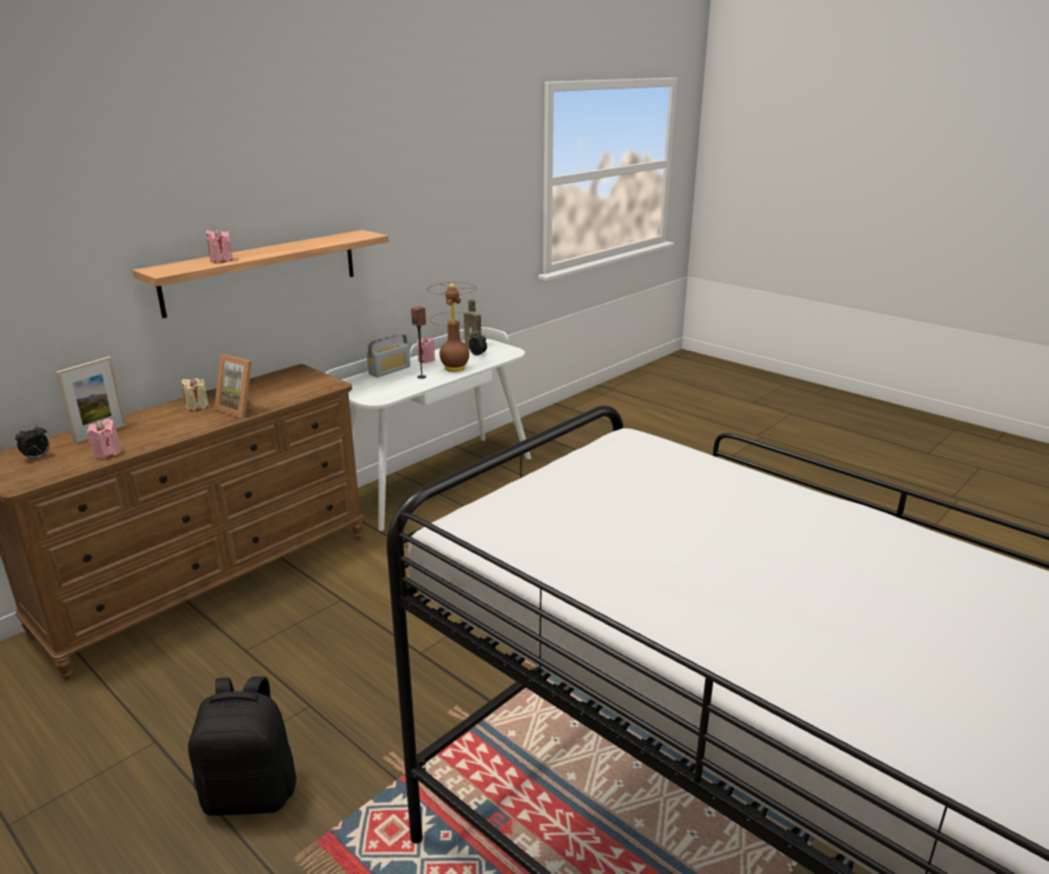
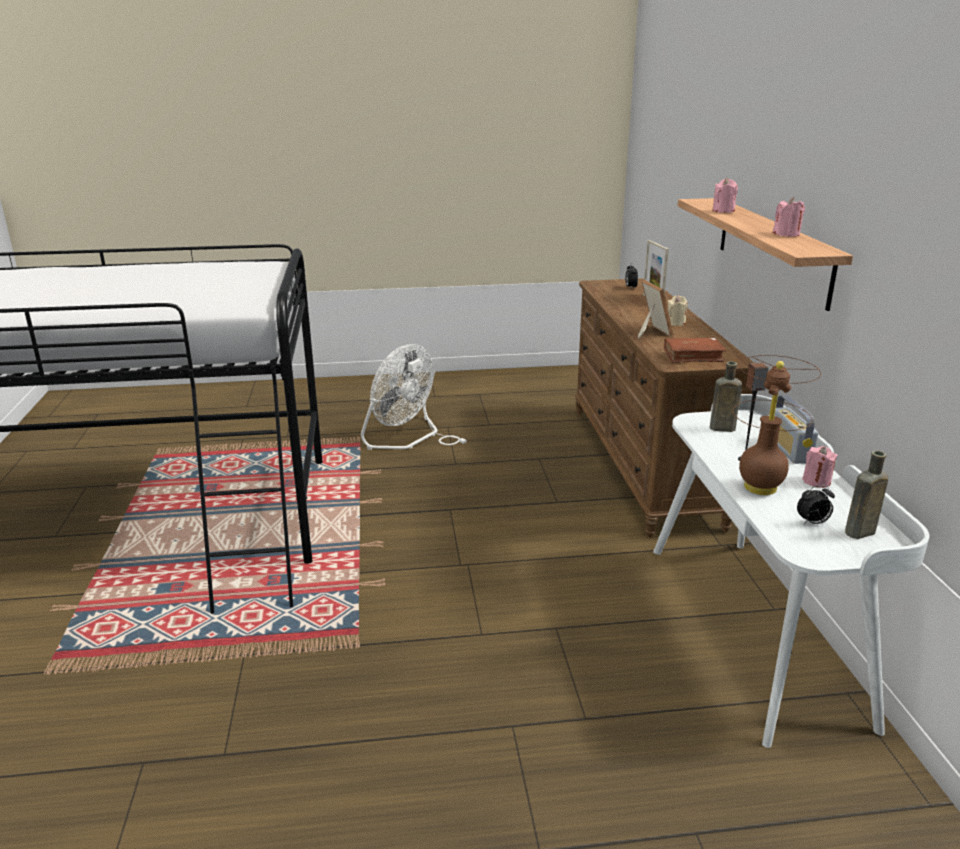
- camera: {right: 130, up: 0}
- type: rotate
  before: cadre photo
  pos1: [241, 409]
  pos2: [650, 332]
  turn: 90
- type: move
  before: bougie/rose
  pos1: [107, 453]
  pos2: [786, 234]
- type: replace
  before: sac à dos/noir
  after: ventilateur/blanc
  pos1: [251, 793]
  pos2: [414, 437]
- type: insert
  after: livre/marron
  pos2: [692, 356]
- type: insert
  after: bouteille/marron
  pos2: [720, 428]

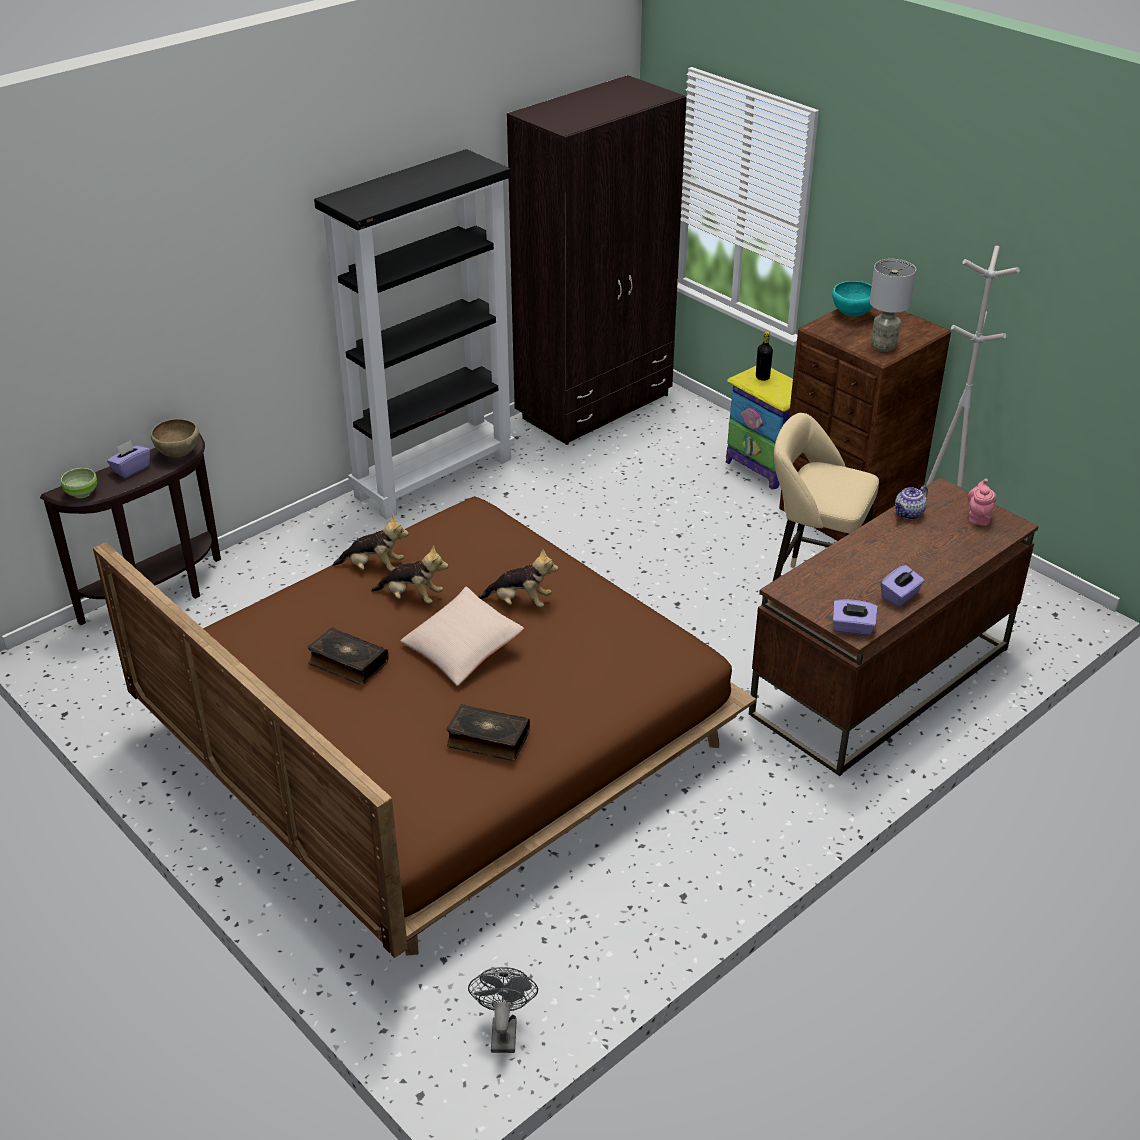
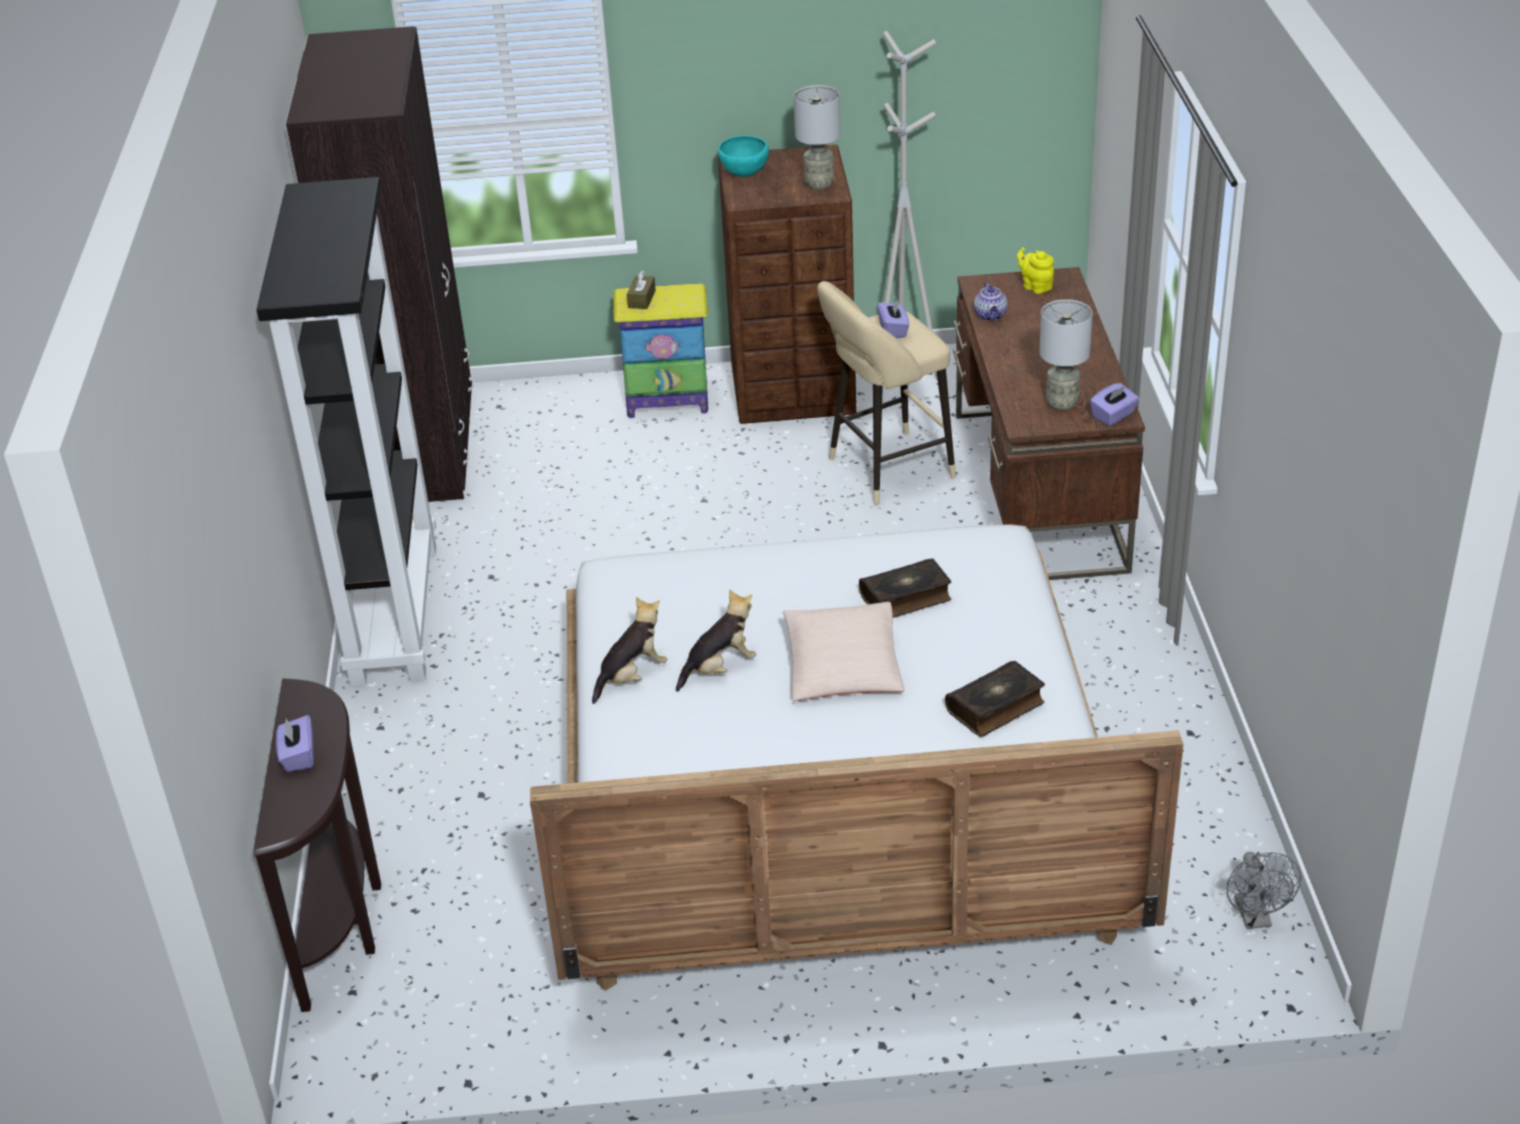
- camera: {right: -50, up: 0}
- type: replace
  before: bouteille/noir
  after: boîte à mouchoirs/marron
  pos1: [762, 377]
  pos2: [641, 299]
- type: delete
  before: bol/marron
  pos1: [178, 454]
- type: delete
  before: bol/vert
  pos1: [81, 493]
- type: recolor
  before: théière/rose
  after: théière/jaune
  pos1: [978, 517]
  pos2: [1035, 286]
- type: recolor
  before: lit/marron
  after: lit/blanc
  pos1: [444, 736]
  pos2: [831, 789]
- type: delete
  before: peluche
  pos1: [519, 602]
- type: move
  before: boîte à mouchoirs/violet
  pos1: [900, 596]
  pos2: [893, 330]
- type: move
  before: livre
  pos1: [347, 663]
  pos2: [906, 598]
- type: rotate
  before: ventilateur/gris
  pos1: [503, 1030]
  pos2: [1255, 918]
  turn: -135
- type: insert
  after: lampe de table/gris
  pos2: [1061, 403]

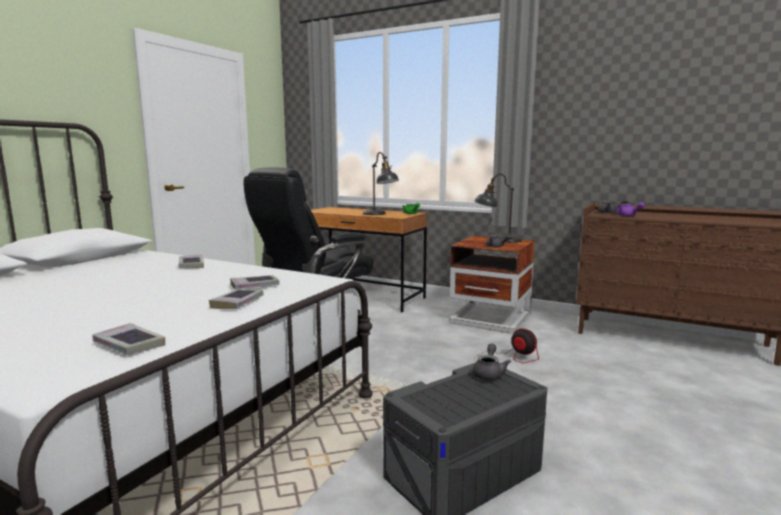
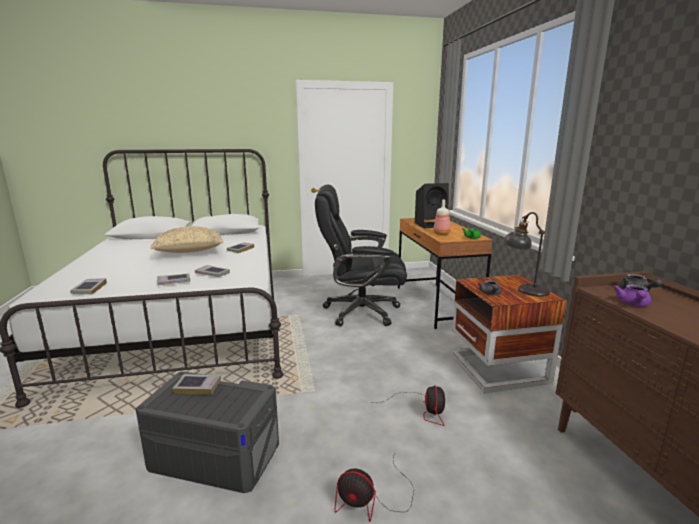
- camera: {right: 50, up: 5}
- type: replace
  before: lampe de table/gris
  after: bouteille
  pos1: [380, 214]
  pos2: [442, 233]
- type: delete
  before: théière/gris
  pos1: [489, 373]
- type: insert
  after: enceinte/noir
  pos2: [431, 225]
- type: insert
  after: coussin/beige
  pos2: [190, 252]
- type: insert
  after: livre
  pos2: [197, 387]
- type: insert
  after: ventilateur
  pos2: [372, 500]

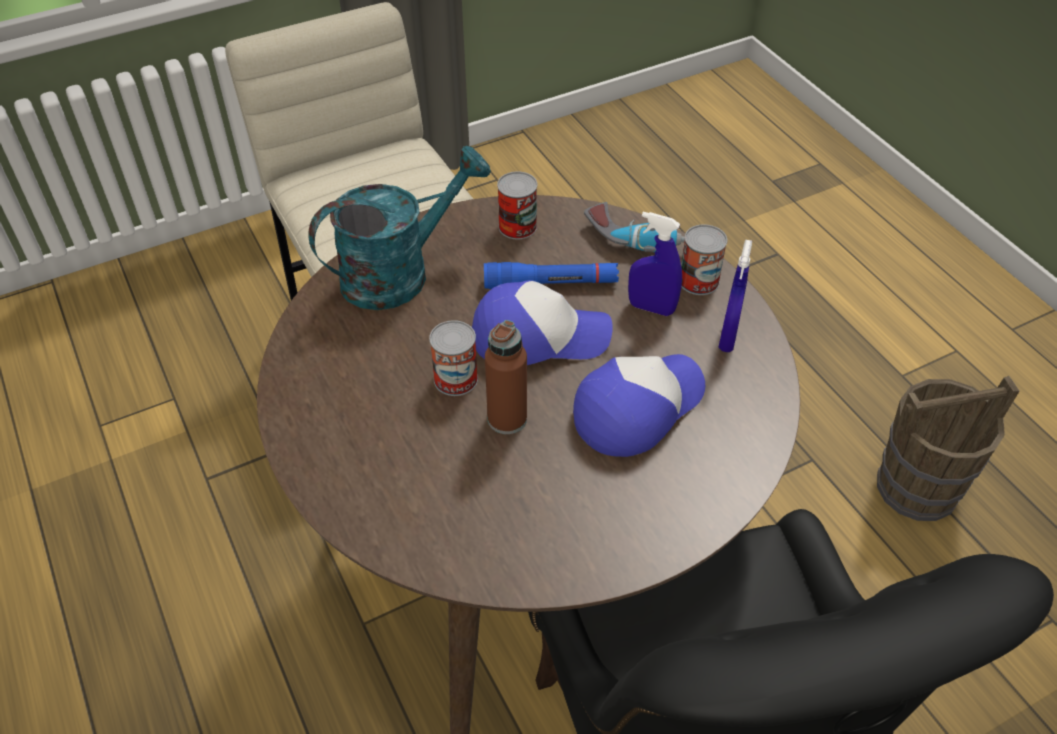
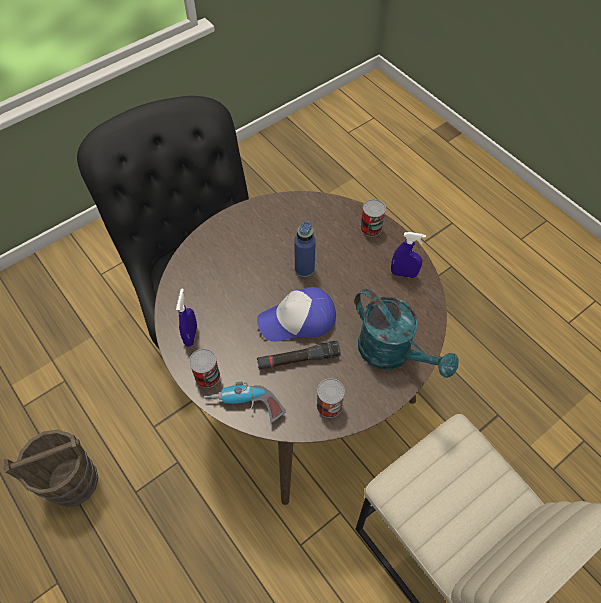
- camera: {right: 170, up: 10}
- type: rotate
  before: arrosoir/turquoise
  pos1: [399, 272]
  pos2: [392, 353]
  turn: -90
- type: move
  before: vaporisateur/bleu
  pos1: [651, 308]
  pos2: [403, 274]
- type: recolor
  before: lampe de poche/bleu
  after: lampe de poche/noir
  pos1: [551, 283]
  pos2: [298, 359]
- type: move
  before: boîte métallique
  pos1: [455, 379]
  pos2: [371, 227]
- type: recolor
  before: bouteille/marron
  after: bouteille/bleu
  pos1: [507, 419]
  pos2: [304, 269]
- type: delete
  before: casquette
  pos1: [637, 407]

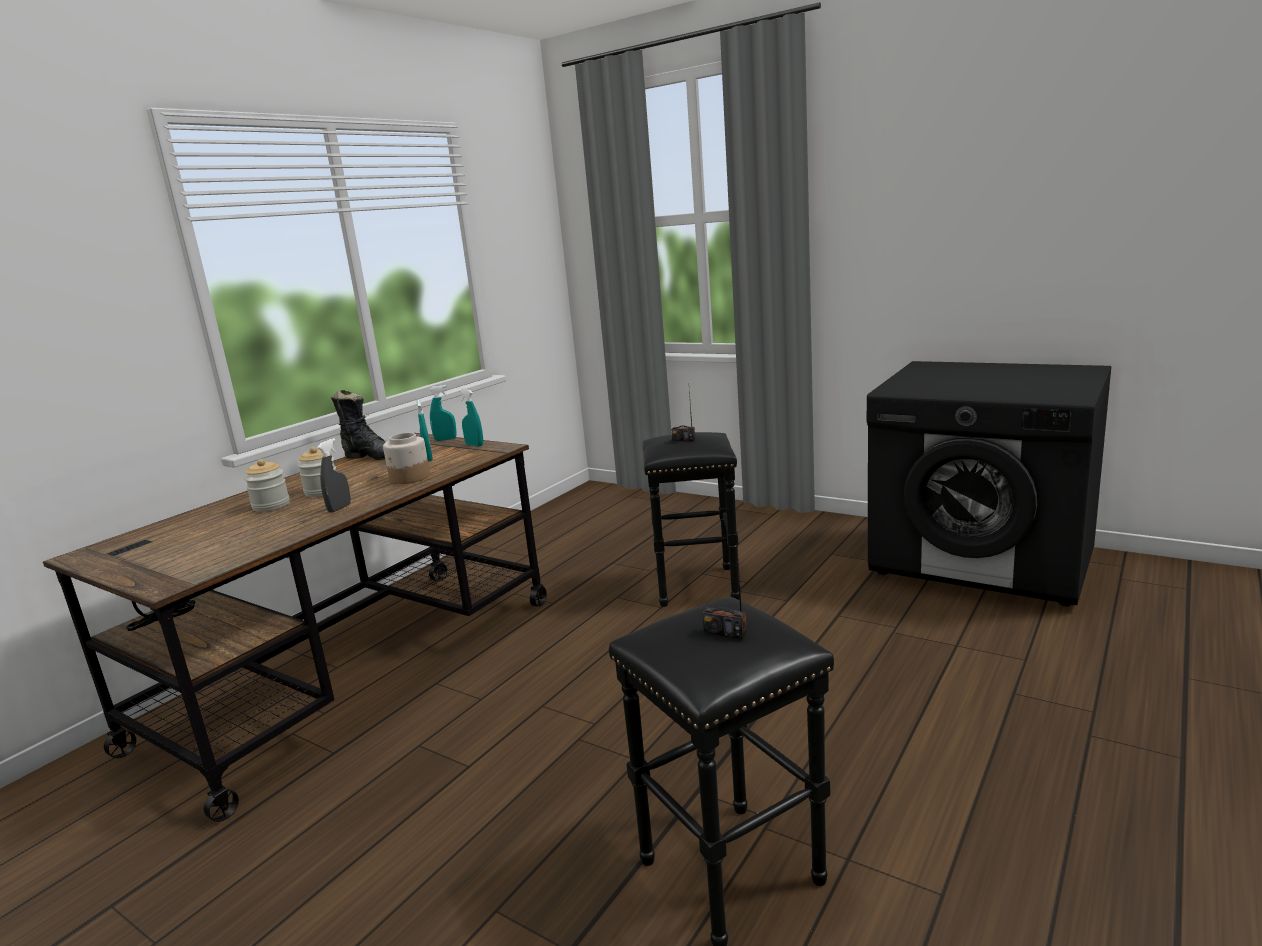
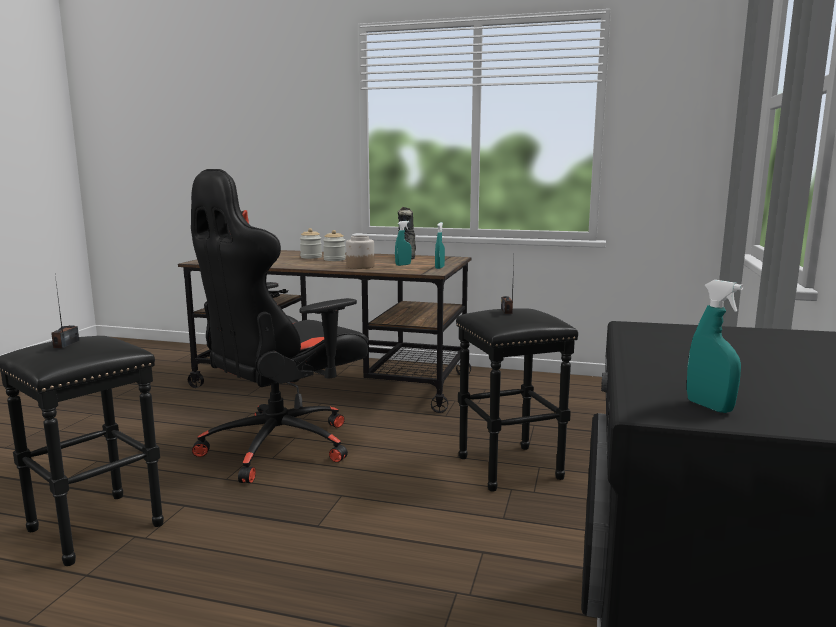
- camera: {right: 70, up: -5}
- type: move
  before: vaporisateur/turquoise
  pos1: [445, 439]
  pos2: [709, 407]
- type: delete
  before: vaporisateur/gris
  pos1: [339, 508]
- type: insert
  after: chaise de bureau/noir
  pos2: [288, 444]

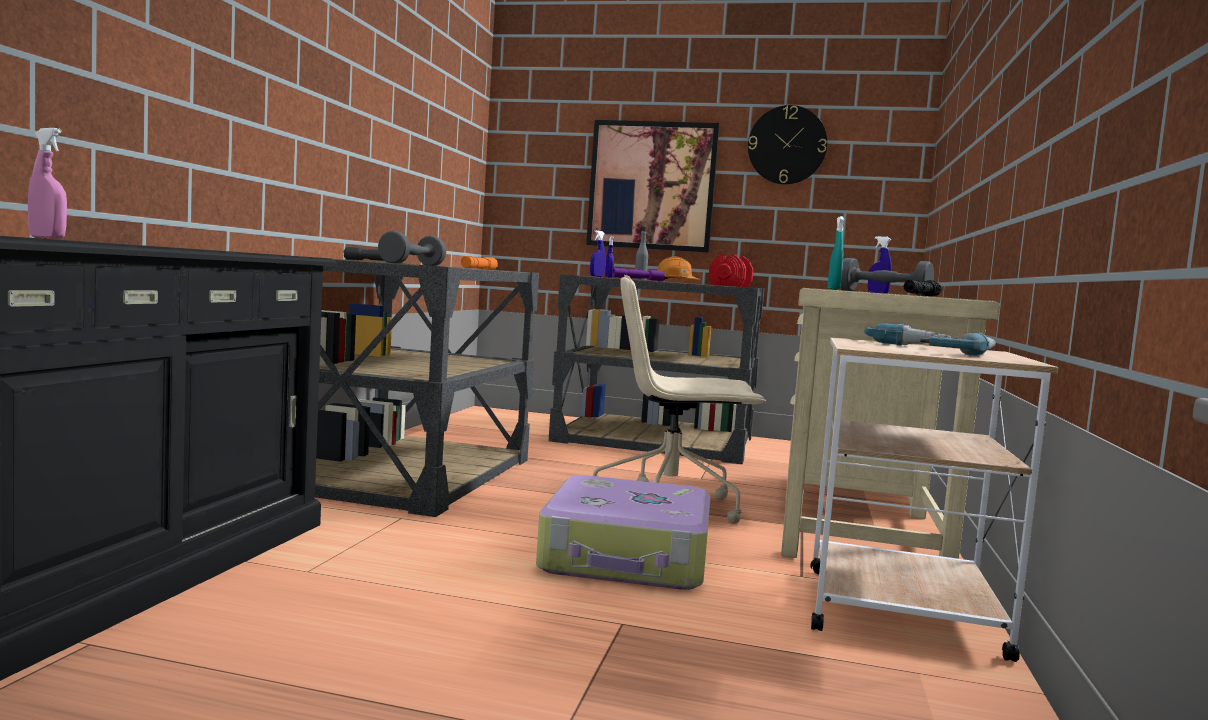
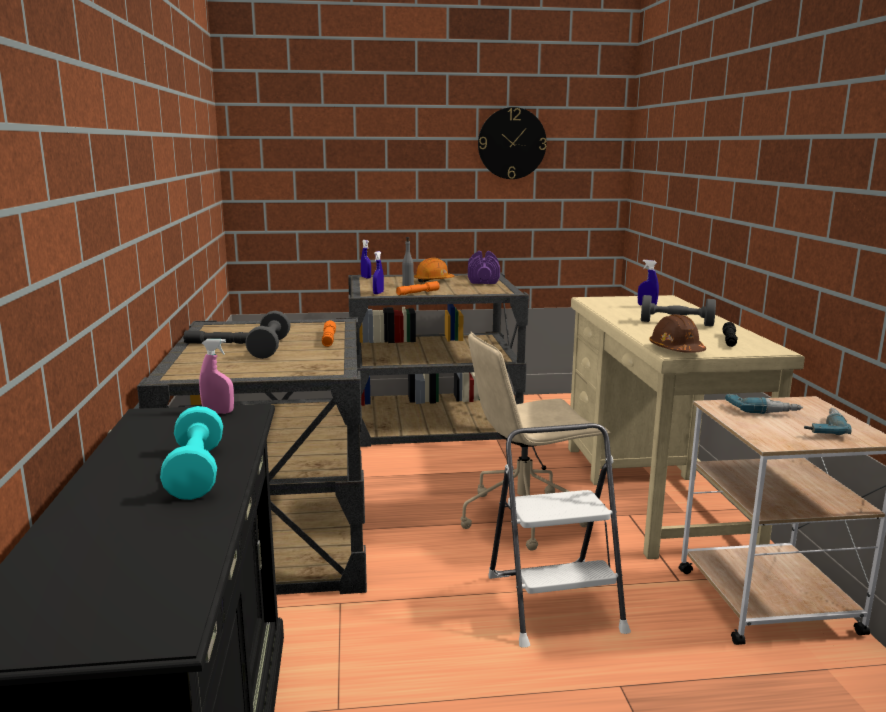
- camera: {right: -20, up: 10}
- type: delete
  before: tableau
  pos1: [652, 186]
- type: move
  before: vaporisateur/rose
  pos1: [47, 238]
  pos2: [218, 412]
- type: replace
  before: vaporisateur/turquoise
  after: casque de chantier/marron
  pos1: [833, 289]
  pos2: [676, 350]
- type: recolor
  before: haltère/rouge
  after: haltère/violet
  pos1: [730, 285]
  pos2: [483, 280]
- type: recolor
  before: lampe de poche/violet
  after: lampe de poche/orange
  pos1: [638, 279]
  pos2: [417, 293]
- type: replace
  before: valise
  after: escabeau/blanc
  pos1: [627, 558]
  pos2: [553, 599]
- type: insert
  after: haltère/turquoise
  pos2: [196, 472]

